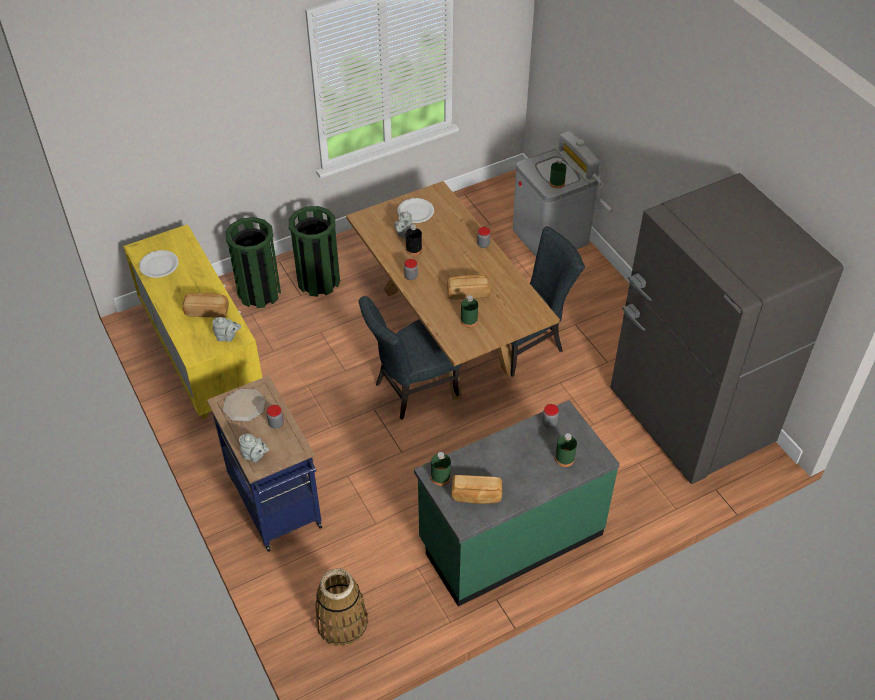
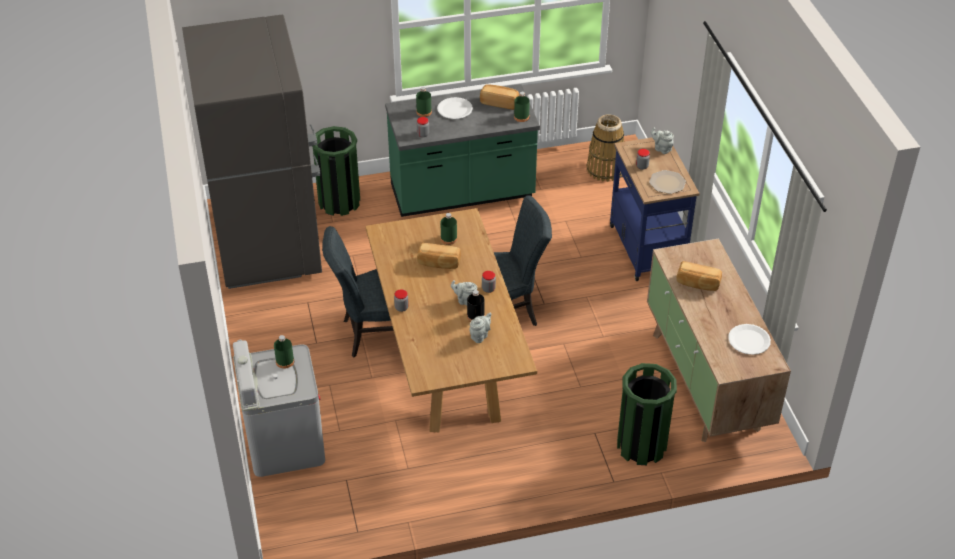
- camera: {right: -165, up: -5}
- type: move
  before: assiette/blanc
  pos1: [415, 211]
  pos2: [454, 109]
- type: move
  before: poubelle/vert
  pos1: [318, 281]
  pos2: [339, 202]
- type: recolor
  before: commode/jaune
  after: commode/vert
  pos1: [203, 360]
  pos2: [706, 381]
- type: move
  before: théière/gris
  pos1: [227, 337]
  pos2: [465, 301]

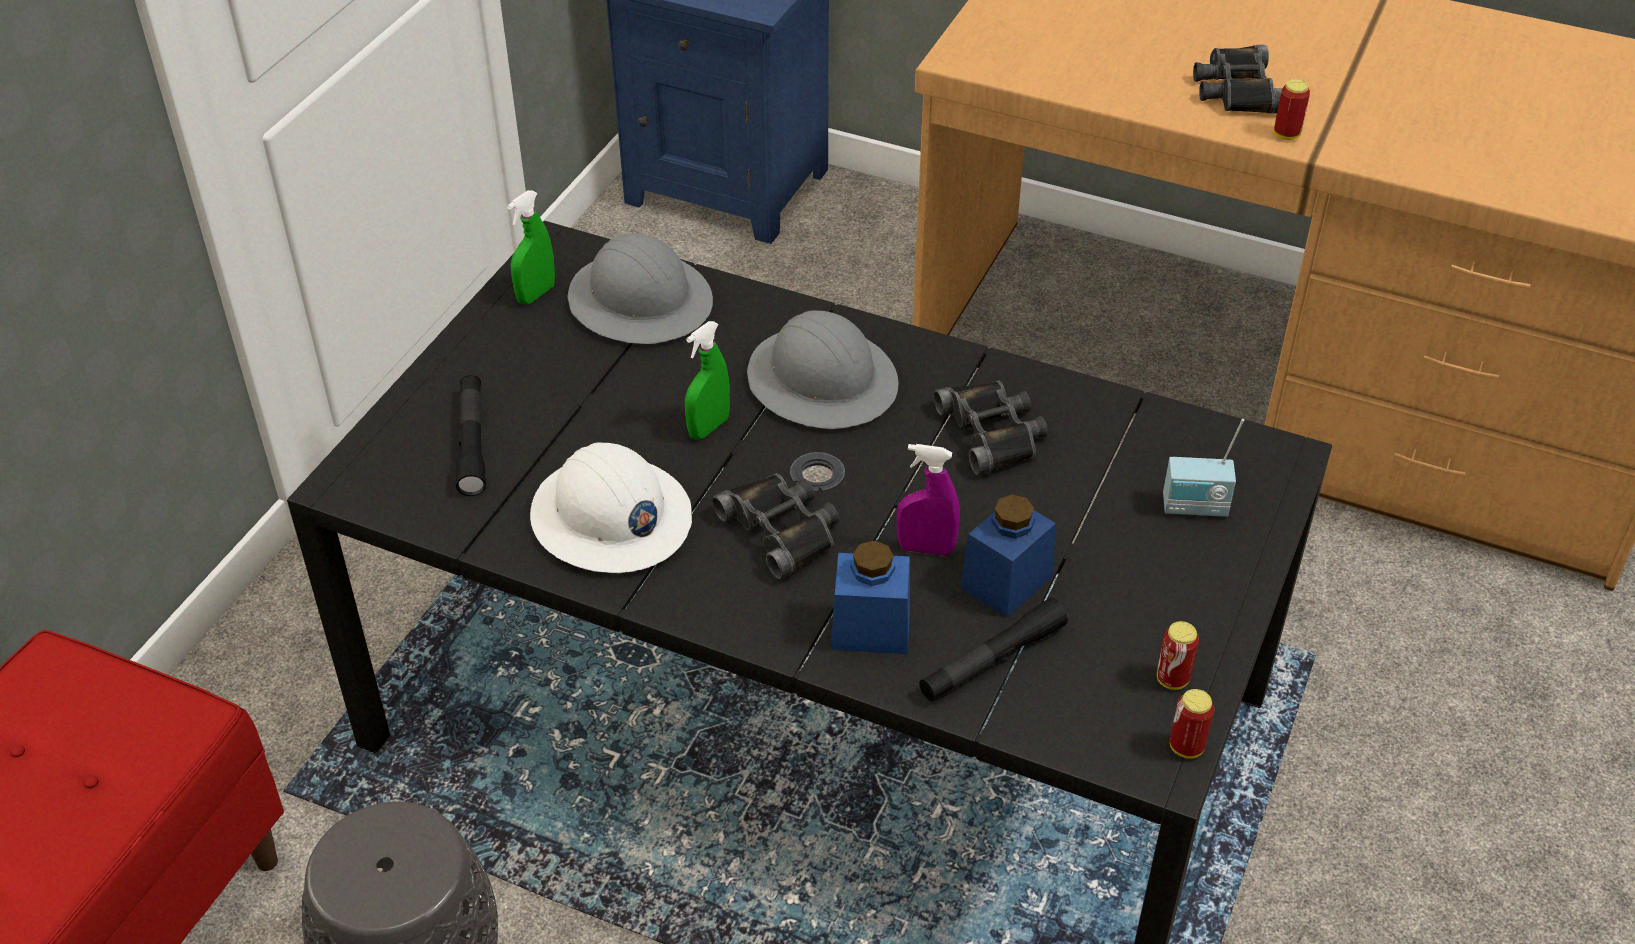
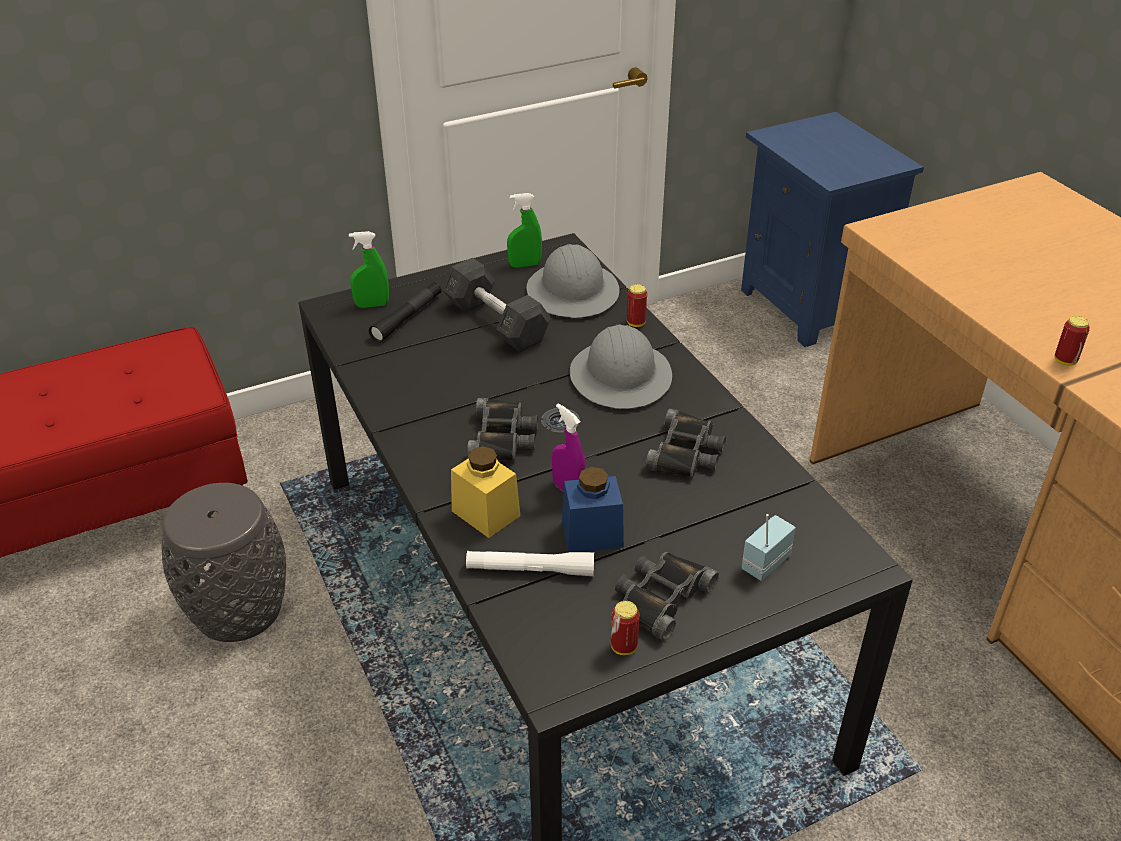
- camera: {right: 40, up: -5}
- type: move
  before: jumelles/noir
  pos1: [1236, 89]
  pos2: [661, 597]
- type: move
  before: vaporisateur/vert
  pos1: [708, 427]
  pos2: [372, 305]
- type: rotate
  before: radio
  pos1: [1195, 508]
  pos2: [763, 562]
  turn: 90
- type: delete
  before: casque de chantier/blanc
  pos1: [611, 519]
- type: recolor
  before: bocal/bleu
  after: bocal/jaune
  pos1: [870, 628]
  pos2: [486, 513]
- type: recolor
  before: lampe de poche/noir
  after: lampe de poche/blanc
  pos1: [992, 660]
  pos2: [530, 570]
- type: move
  before: boîte métallique
  pos1: [1186, 747]
  pos2: [636, 323]
- type: insert
  after: haltère/gris
  pos2: [496, 322]

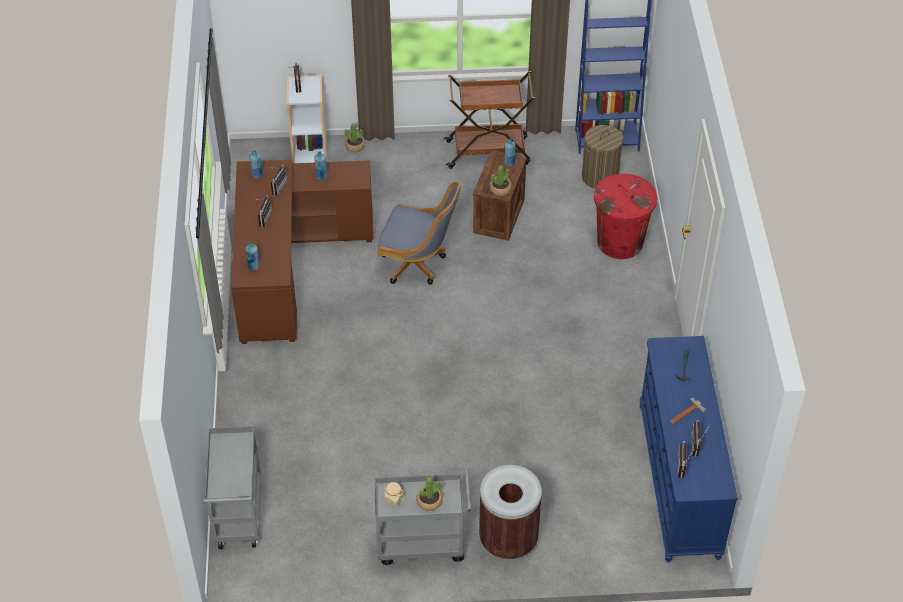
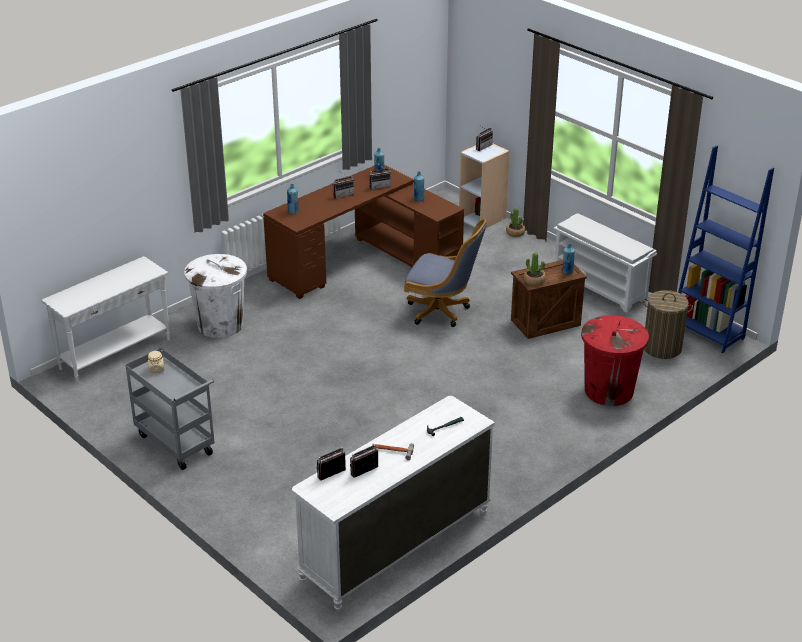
- camera: {right: 50, up: -15}
- type: replace
  before: chariot/marron
  after: étagère à chaussures/blanc
  pos1: [488, 153]
  pos2: [600, 287]
- type: rotate
  before: chaise de bureau/bleu
  pos1: [418, 265]
  pos2: [443, 313]
  turn: -45
- type: recolor
  before: commode/bleu
  after: commode/blanc
  pos1: [679, 481]
  pos2: [395, 546]
- type: replace
  before: chariot/gris
  after: table console/blanc
  pos1: [239, 517]
  pos2: [115, 354]
- type: delete
  before: poubelle/marron
  pos1: [508, 540]
- type: delete
  before: plante en pot
  pos1: [429, 501]
- type: insert
  after: poubelle/blanc
  pos2: [220, 325]

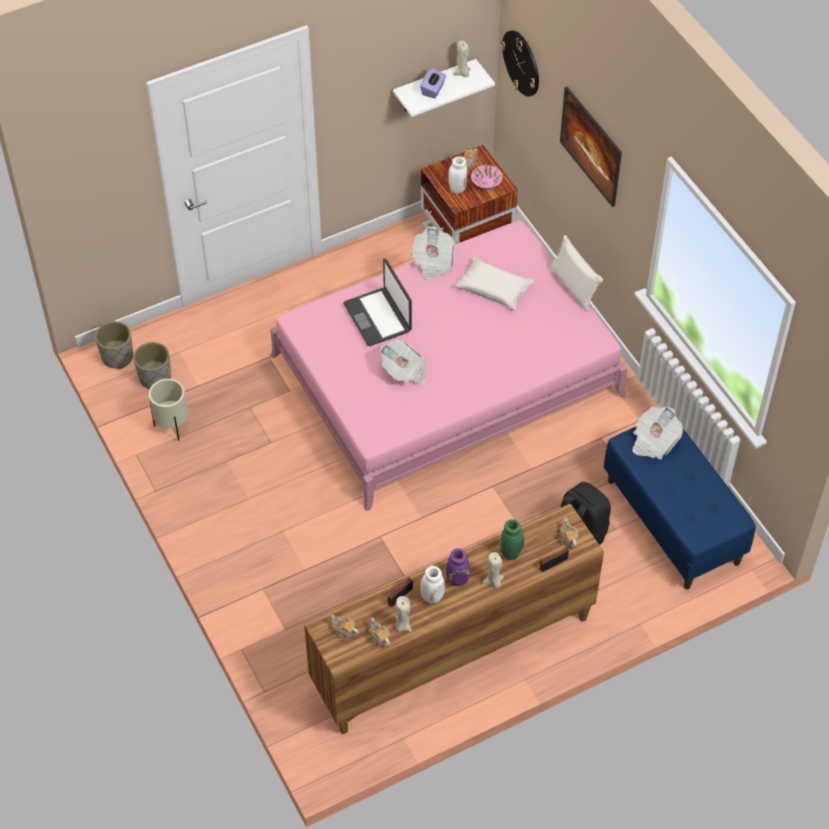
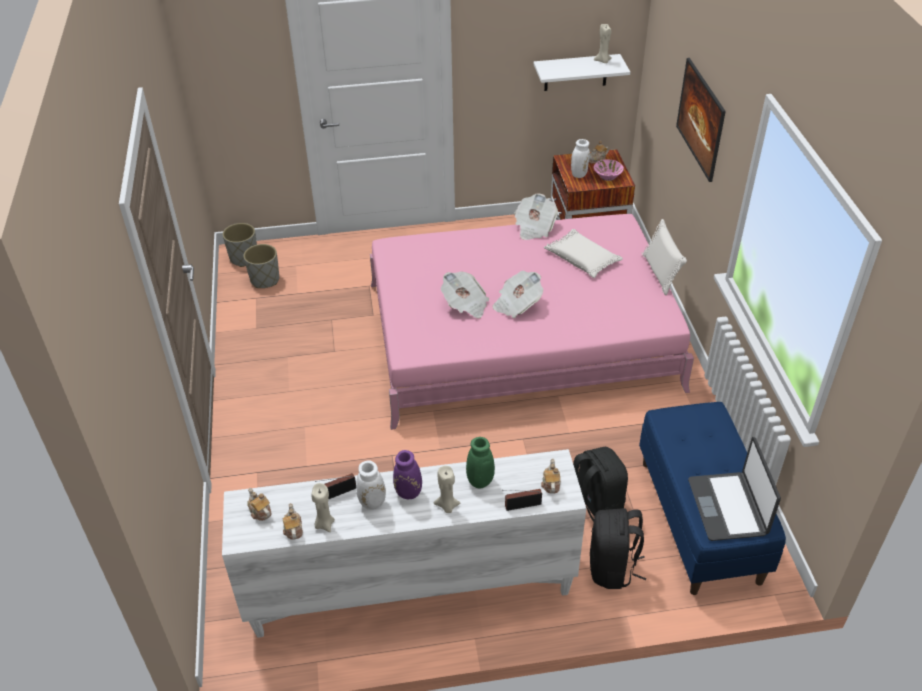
- camera: {right: 20, up: -10}
- type: delete
  before: horloge murale
  pos1: [521, 63]
- type: delete
  before: boîte à mouchoirs/violet
  pos1: [433, 90]
- type: move
  before: ordinateur portable
  pos1: [378, 317]
  pos2: [728, 507]
- type: delete
  before: cache-pot/beige
  pos1: [173, 427]
- type: move
  before: journal
  pos1: [654, 441]
  pos2: [517, 304]
- type: recolor
  before: commode/marron
  after: commode/blanc
  pos1: [454, 653]
  pos2: [411, 588]
- type: insert
  after: sac à dos/noir
  pos2: [612, 568]

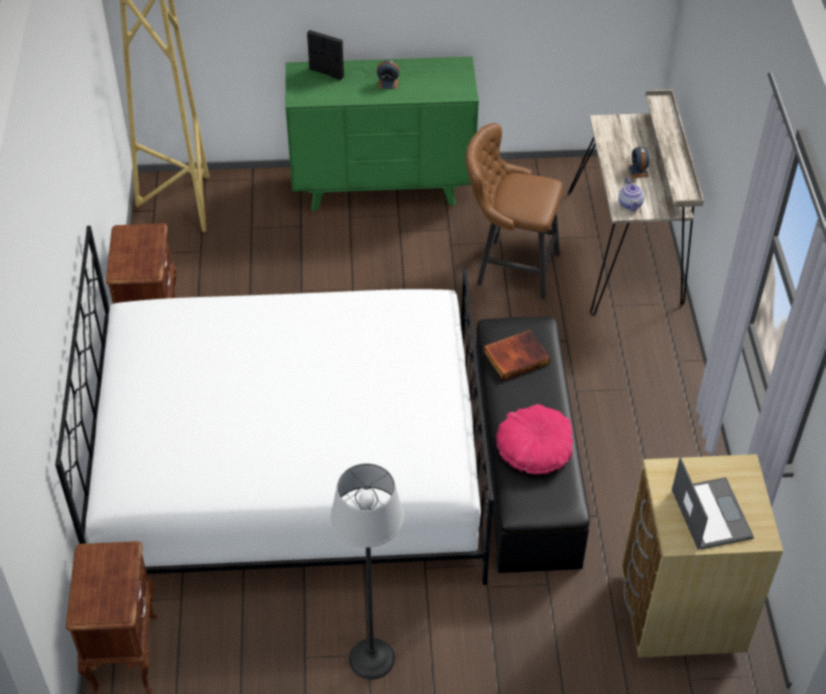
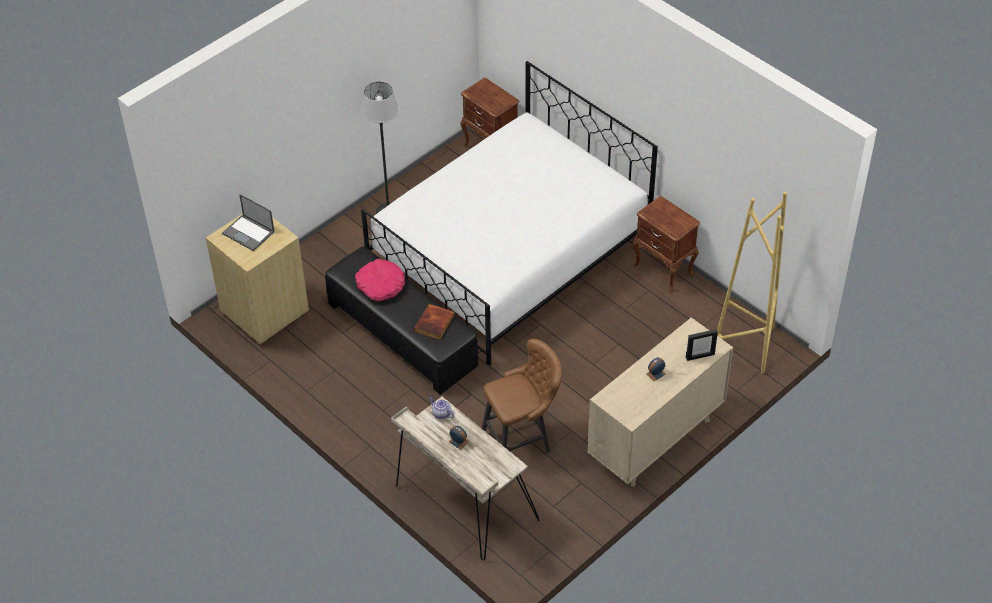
- camera: {right: 140, up: 0}
- type: recolor
  before: commode/vert
  after: commode/beige
  pos1: [382, 187]
  pos2: [655, 440]

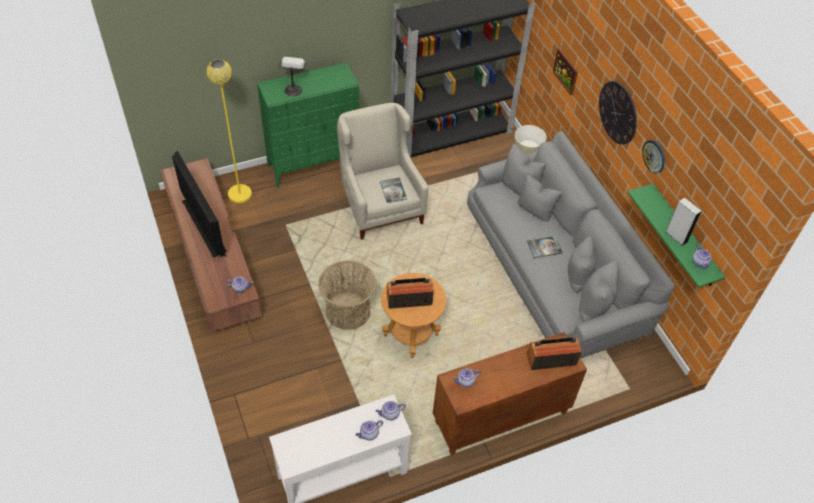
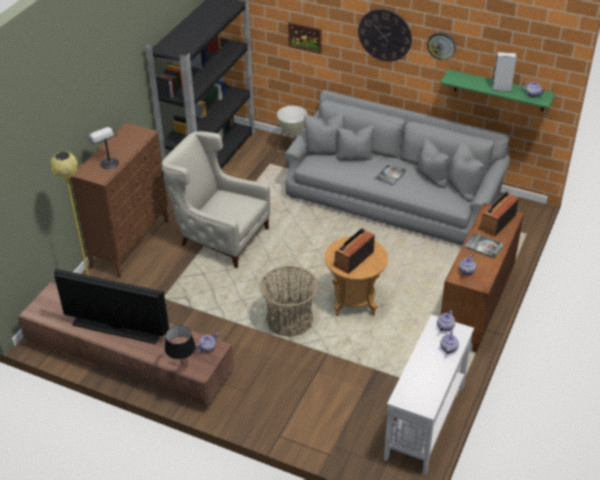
- camera: {right: -40, up: -10}
- type: recolor
  before: commode/vert
  after: commode/marron
  pos1: [314, 166]
  pos2: [131, 244]
- type: move
  before: livre
  pos1: [393, 190]
  pos2: [483, 246]
- type: insert
  after: lampe de table/noir
  pos2: [183, 366]

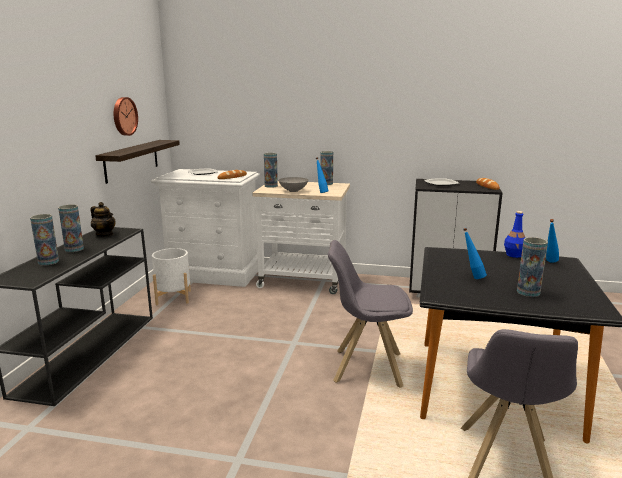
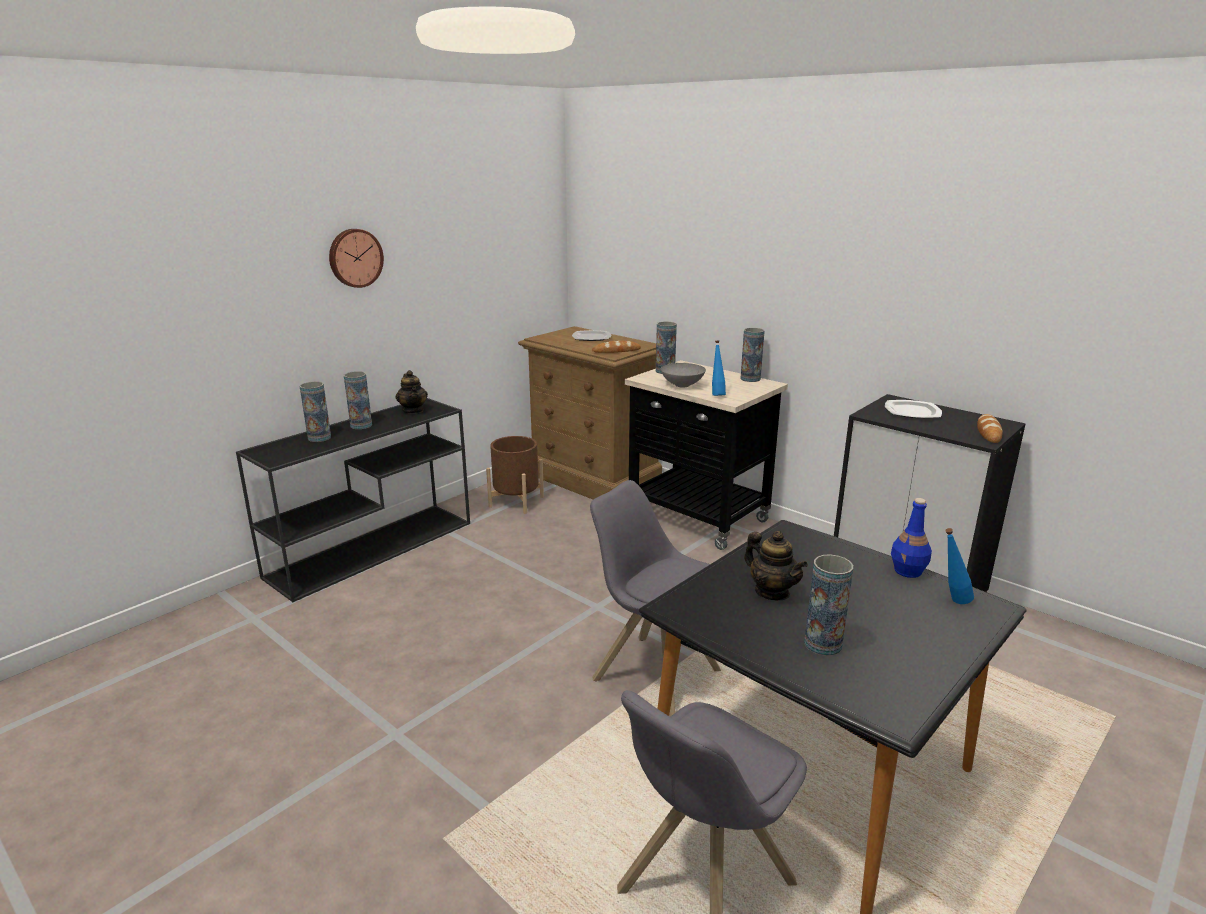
- camera: {right: 30, up: 5}
- type: move
  before: horloge murale
  pos1: [124, 116]
  pos2: [355, 258]
- type: delete
  before: étagère
  pos1: [132, 160]
- type: recolor
  before: commode/blanc
  after: commode/marron
  pos1: [213, 273]
  pos2: [593, 478]
- type: recolor
  before: chariot/blanc
  after: chariot/noir
  pos1: [303, 281]
  pos2: [698, 518]
- type: replace
  before: bouteille/bleu
  after: théière
  pos1: [472, 277]
  pos2: [772, 592]
- type: recolor
  before: cache-pot/blanc
  after: cache-pot/marron
  pos1: [173, 297]
  pos2: [516, 502]

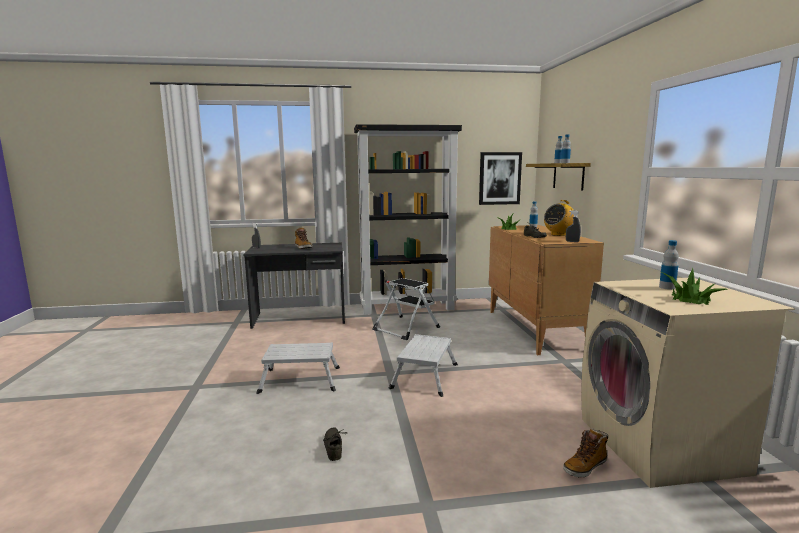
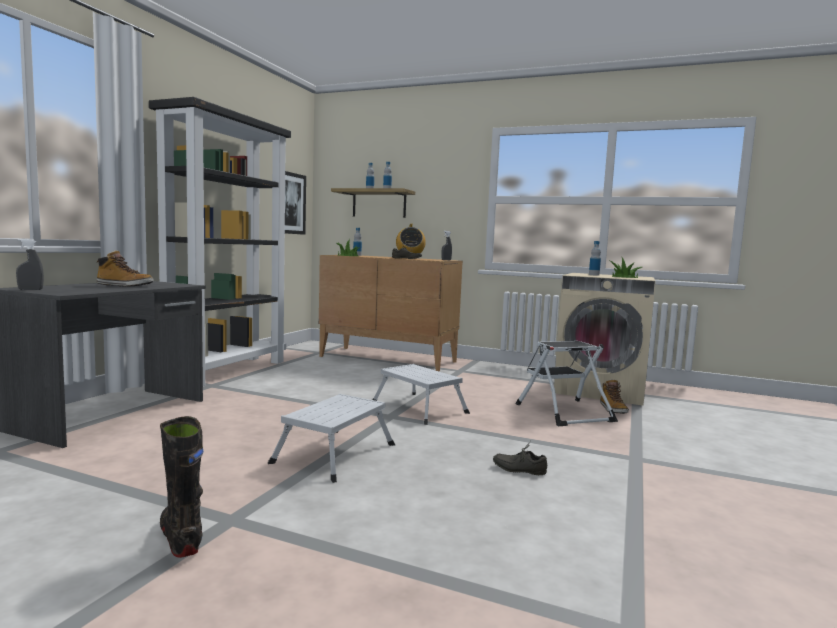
- camera: {right: -60, up: -5}
- type: move
  before: escabeau
  pos1: [406, 327]
  pos2: [565, 411]
- type: insert
  after: botte/noir
  pos2: [181, 538]

